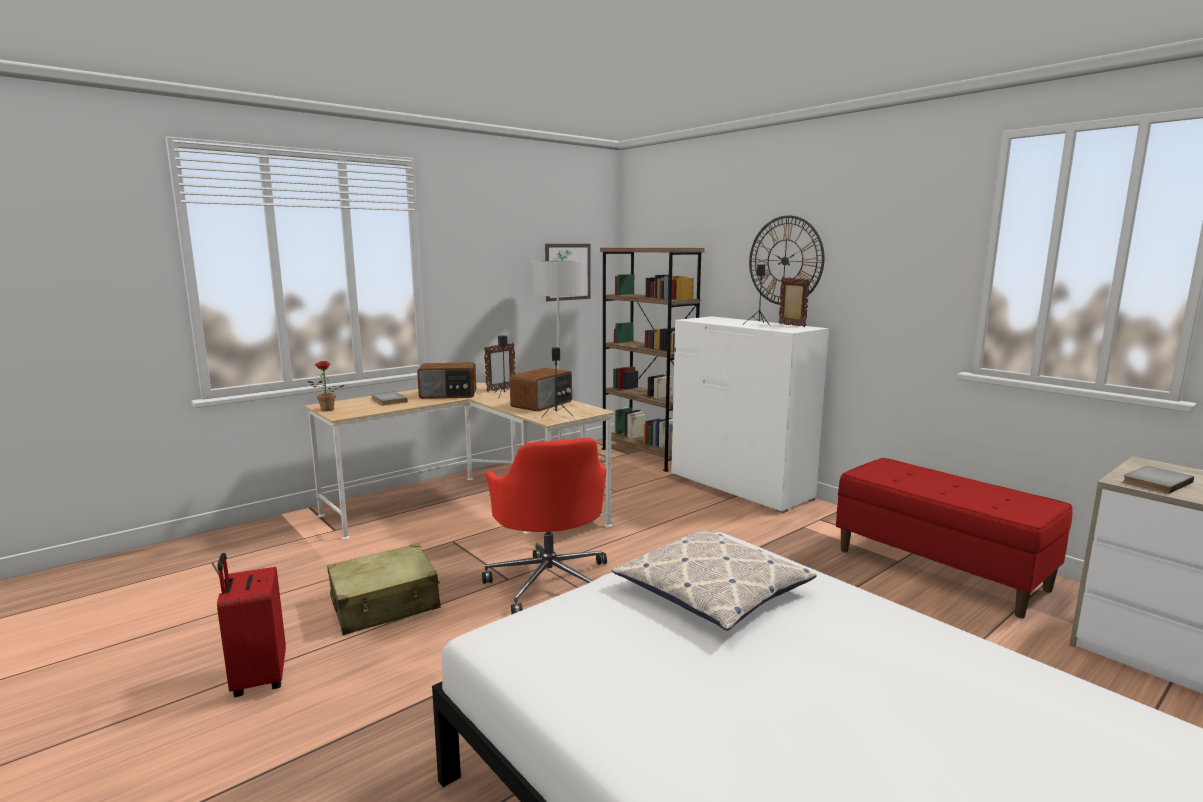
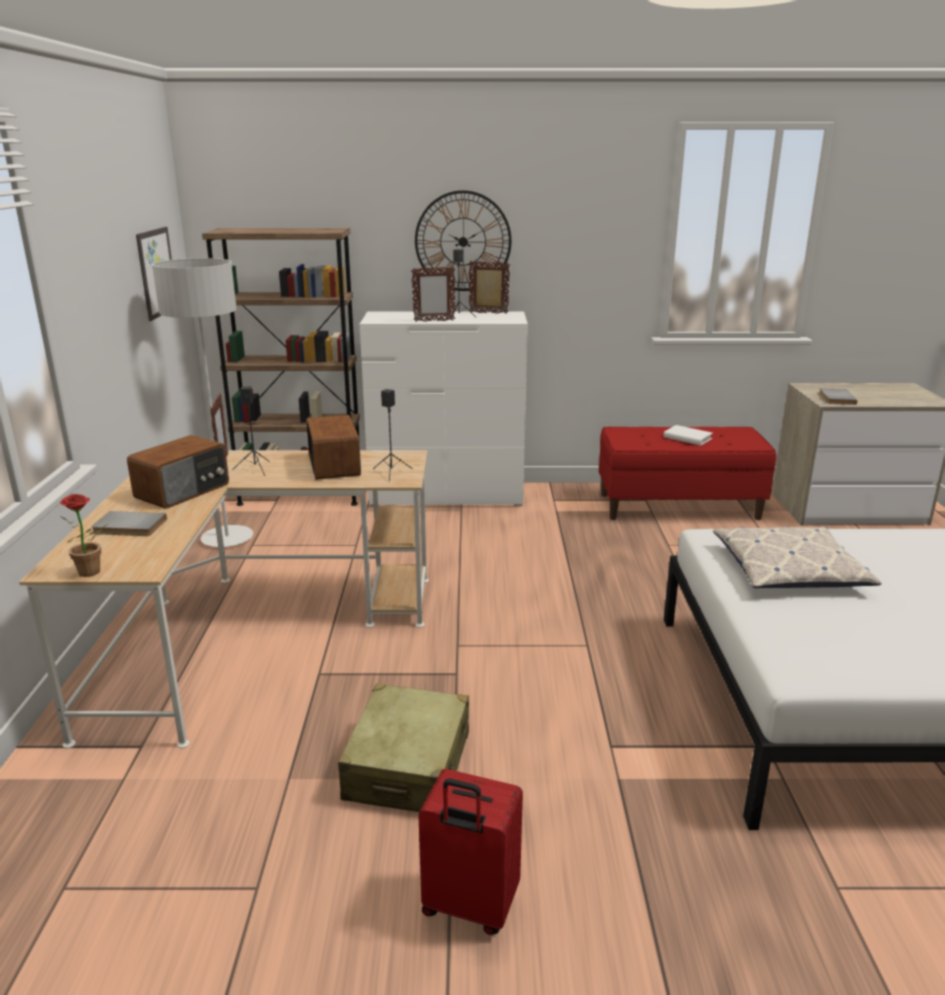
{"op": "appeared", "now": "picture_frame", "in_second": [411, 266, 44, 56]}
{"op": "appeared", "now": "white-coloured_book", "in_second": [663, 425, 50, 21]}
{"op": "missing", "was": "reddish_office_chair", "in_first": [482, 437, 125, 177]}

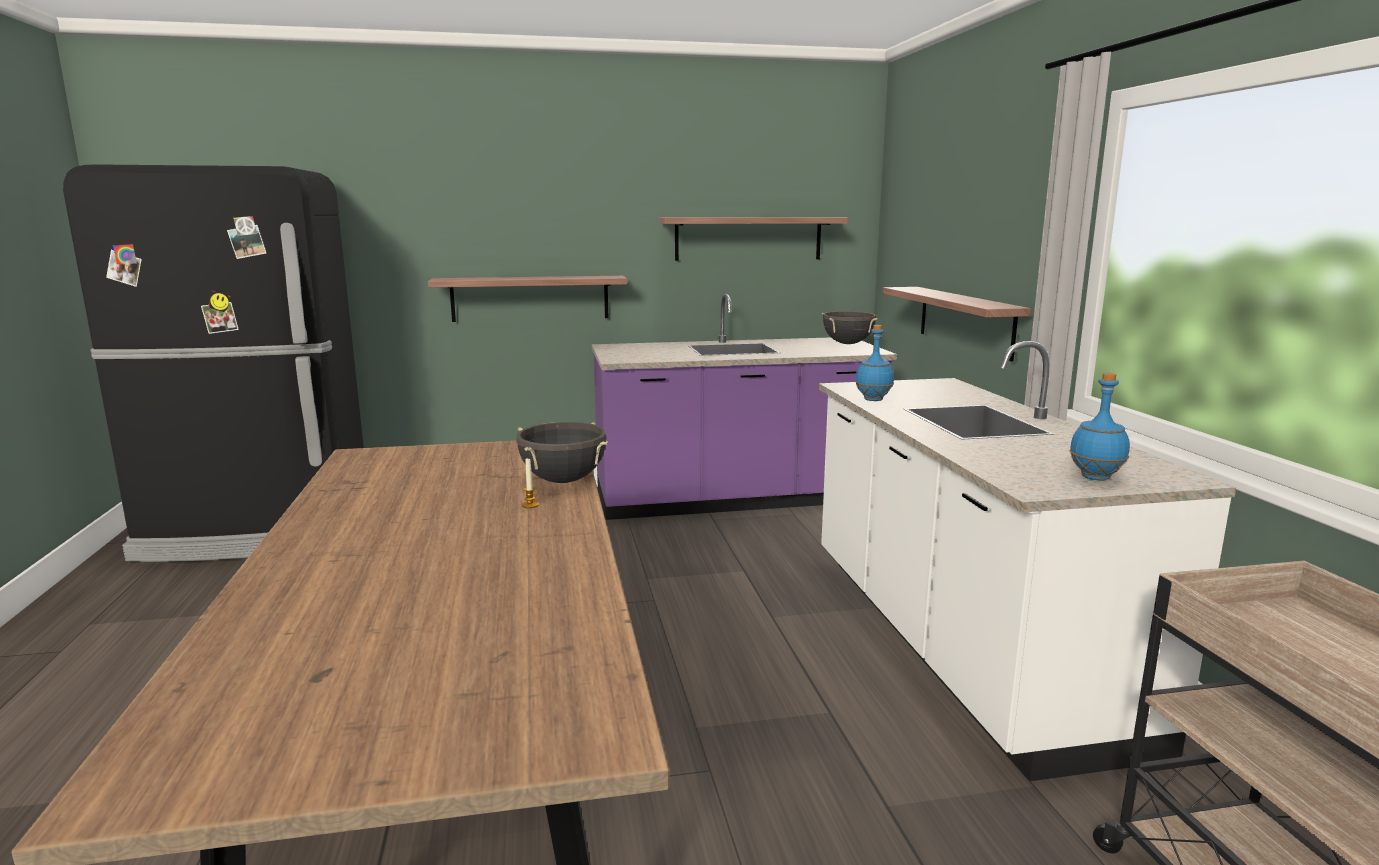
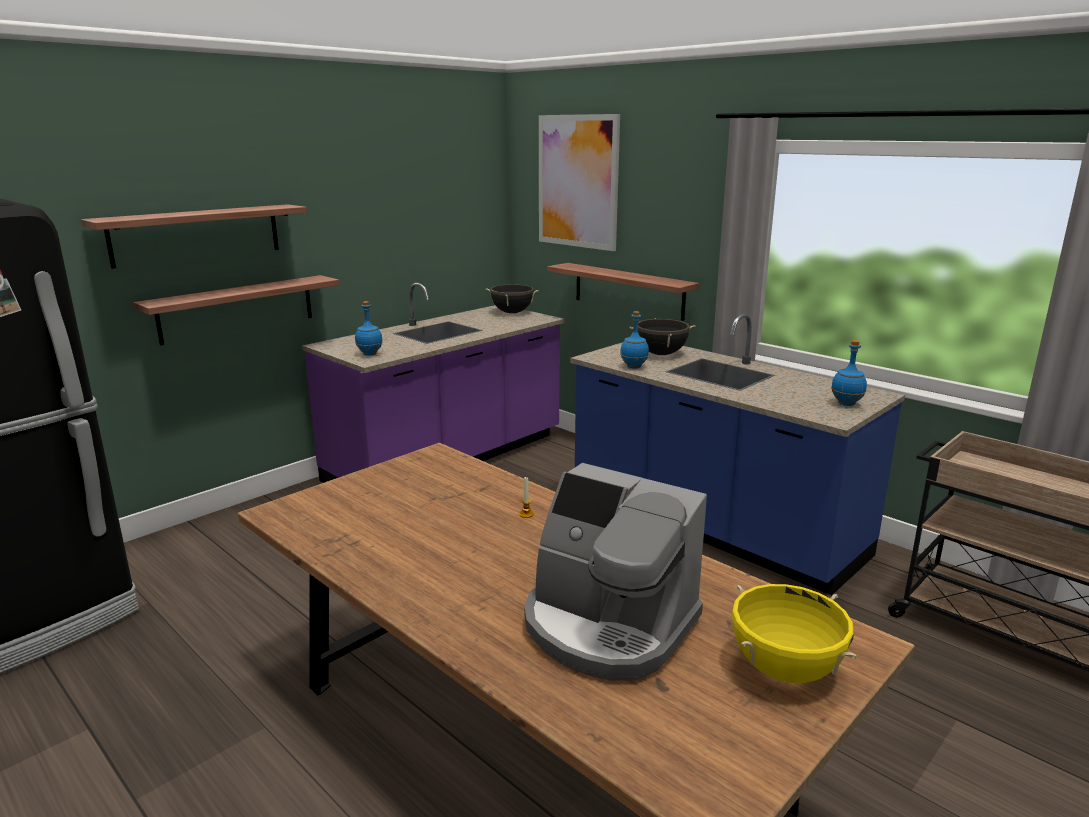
{"op": "relocated", "was": "wall_shelf", "in_first": [659, 217, 189, 44], "in_second": [81, 204, 226, 65]}
{"op": "appeared", "now": "bluish_beverage_bottle", "in_second": [355, 301, 28, 55]}
{"op": "appeared", "now": "coffee_maker", "in_second": [524, 463, 183, 218]}
{"op": "appeared", "now": "wall_art", "in_second": [539, 114, 81, 137]}
{"op": "colour", "was": "white-coloured_kitchen_base_unit", "now": "bluish_kitchen_base_unit", "in_first": [819, 341, 417, 440], "in_second": [570, 314, 335, 281]}
{"op": "relocated", "was": "black-coloured_stockpot", "in_first": [516, 422, 92, 61], "in_second": [630, 318, 65, 37]}
{"op": "appeared", "now": "yellowish_stockpot", "in_second": [732, 584, 125, 99]}

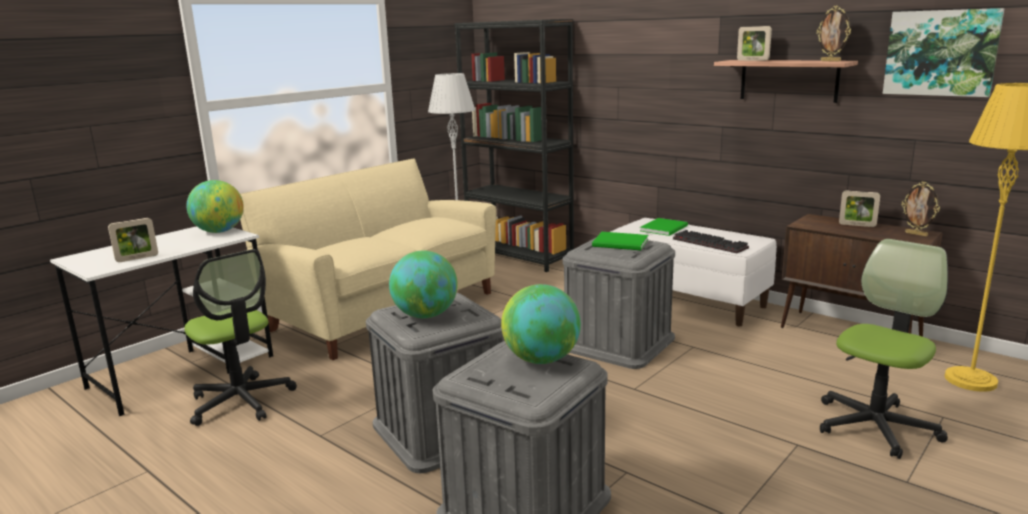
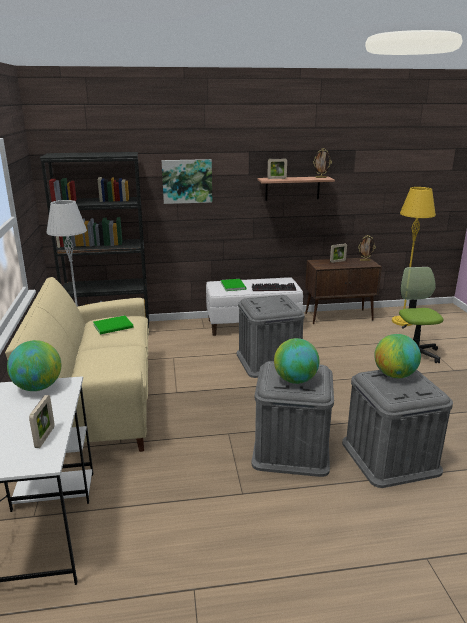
{"op": "relocated", "was": "greenish_book", "in_first": [592, 232, 56, 18], "in_second": [93, 315, 41, 20]}
{"op": "relocated", "was": "wall_art", "in_first": [883, 8, 122, 89], "in_second": [162, 159, 50, 45]}
{"op": "missing", "was": "office_chair", "in_first": [184, 249, 113, 177]}

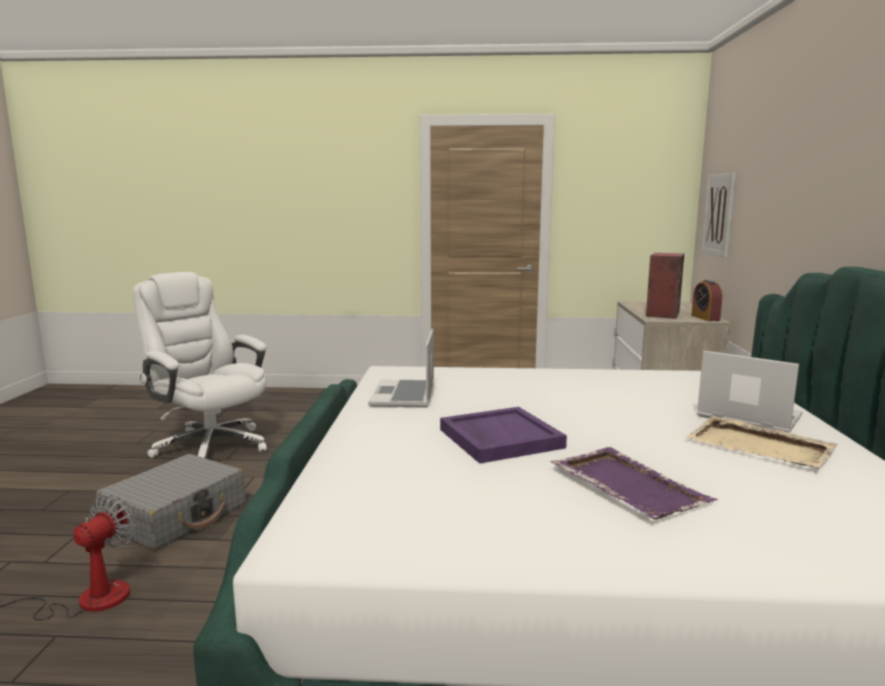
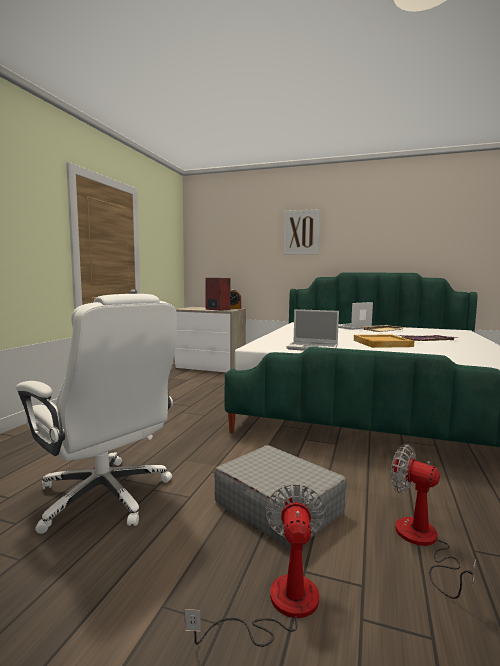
{"op": "spun", "was": "white-coloured_office_chair", "in_first": [133, 272, 134, 186], "in_second": [16, 294, 161, 240], "clockwise": -105}
{"op": "appeared", "now": "cooling_fan", "in_second": [185, 483, 141, 164]}
{"op": "relocated", "was": "wall_art", "in_first": [701, 173, 35, 85], "in_second": [283, 209, 37, 46]}
{"op": "colour", "was": "purple-coloured_carrying_tray", "now": "sand-coloured_carrying_tray", "in_first": [440, 407, 127, 57], "in_second": [354, 334, 60, 14]}

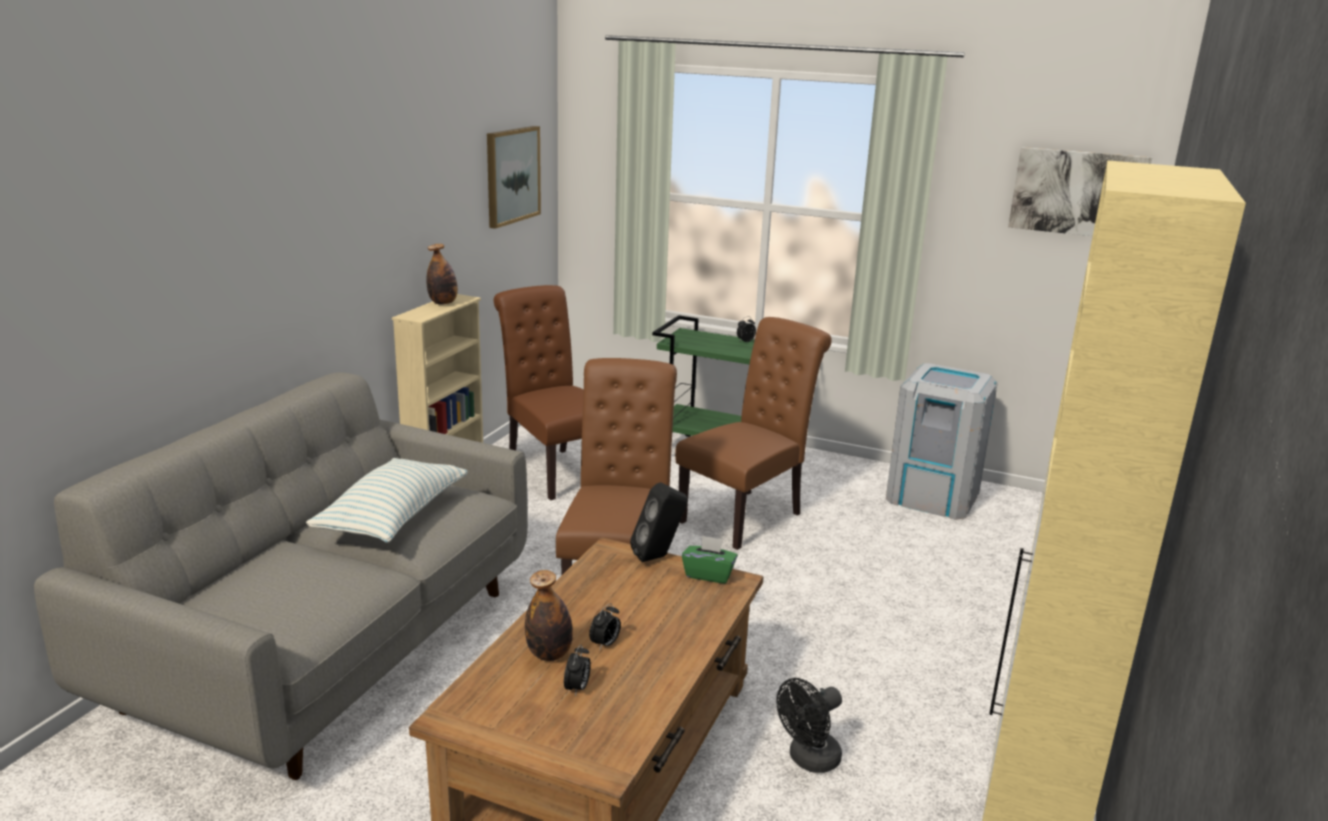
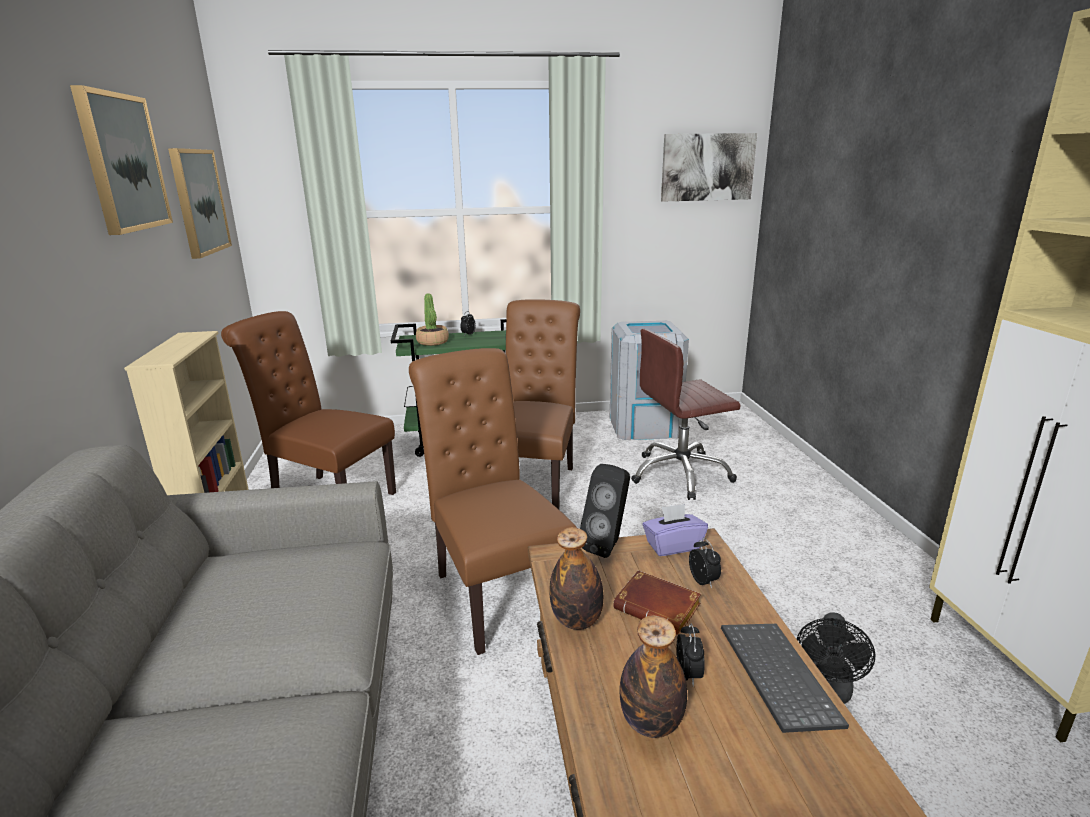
{"op": "appeared", "now": "wall_art", "in_second": [70, 85, 103, 150]}
{"op": "appeared", "now": "plant_in_a_pot", "in_second": [416, 293, 33, 53]}
{"op": "relocated", "was": "beverage_bottle", "in_first": [426, 244, 32, 61], "in_second": [549, 527, 55, 103]}
{"op": "appeared", "now": "brown-coloured_book", "in_second": [613, 571, 88, 64]}
{"op": "appeared", "now": "brown-coloured_office_chair", "in_second": [631, 329, 110, 171]}
{"op": "colour", "was": "greenish_tissue_holder", "now": "purple-coloured_tissue_holder", "in_first": [682, 535, 56, 49], "in_second": [643, 504, 65, 52]}
{"op": "relocated", "was": "table_clock", "in_first": [564, 644, 27, 52], "in_second": [689, 538, 32, 51]}
{"op": "appeared", "now": "keyboard", "in_second": [721, 624, 128, 109]}
{"op": "missing", "was": "throw_pillow", "in_first": [306, 458, 162, 85]}

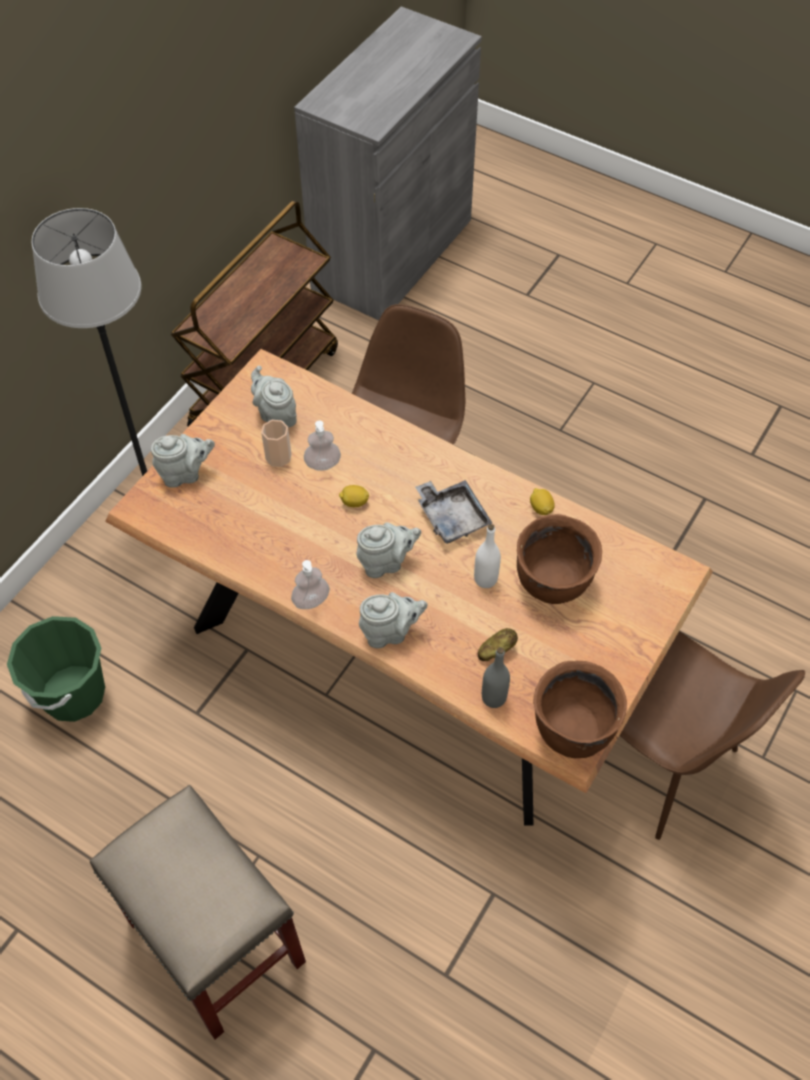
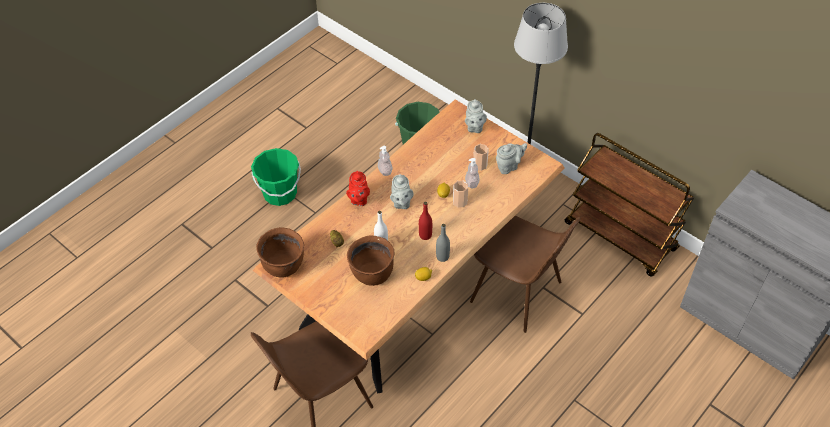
{"op": "exchanged", "was": "sand-coloured_sitting_stool", "now": "greenish_pail", "in_first": [90, 785, 216, 254], "in_second": [251, 148, 50, 58]}
{"op": "colour", "was": "grey_tea_pot", "now": "reddish_tea_pot", "in_first": [359, 592, 68, 56], "in_second": [346, 171, 24, 35]}
{"op": "exchanged", "was": "grey_carrying_tray", "now": "reddish_beverage_bottle", "in_first": [415, 480, 77, 64], "in_second": [419, 202, 13, 38]}
{"op": "relocated", "was": "grey_beverage_bottle", "in_first": [482, 647, 28, 61], "in_second": [436, 224, 14, 38]}
{"op": "appeared", "now": "drinking_cup", "in_second": [453, 181, 15, 27]}

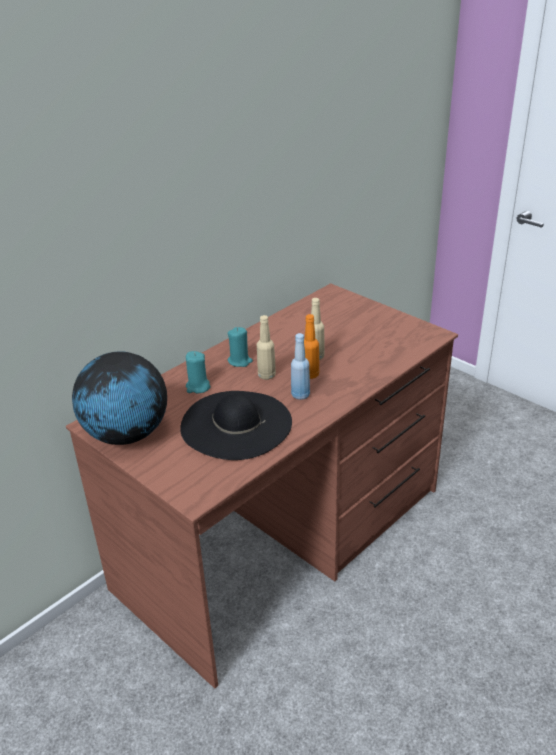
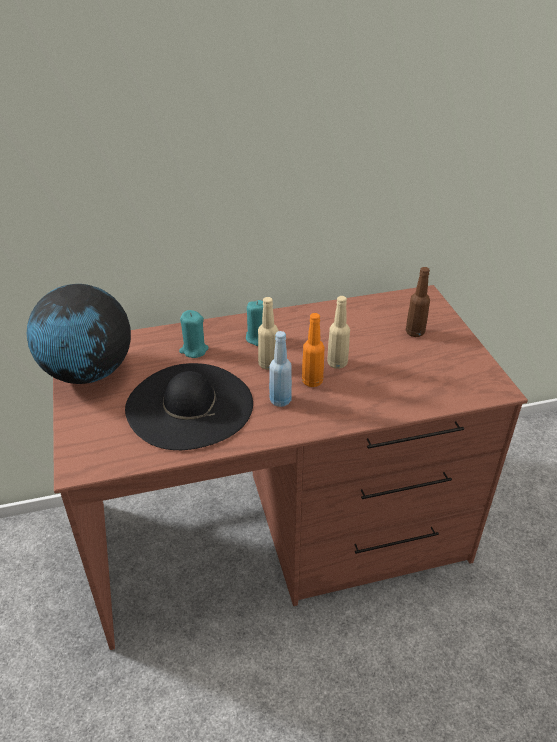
{"op": "appeared", "now": "brown-coloured_beverage_bottle", "in_second": [406, 267, 24, 70]}

